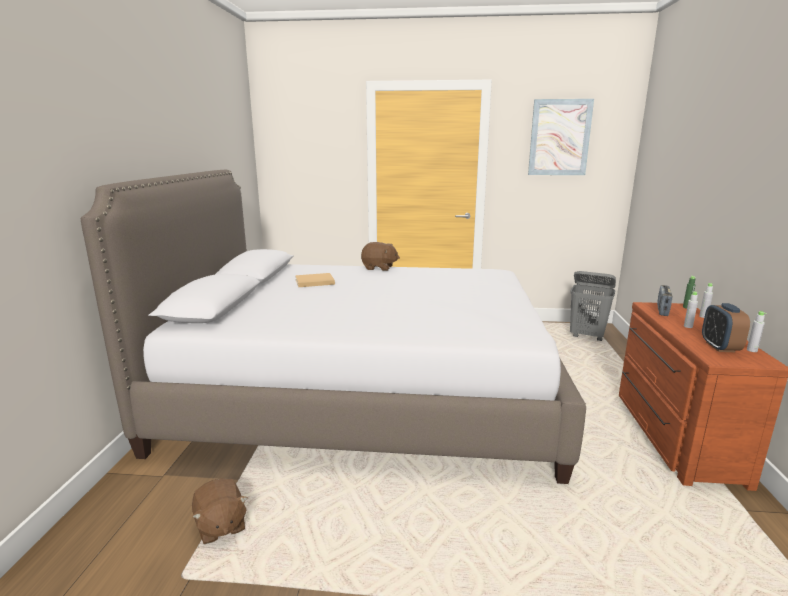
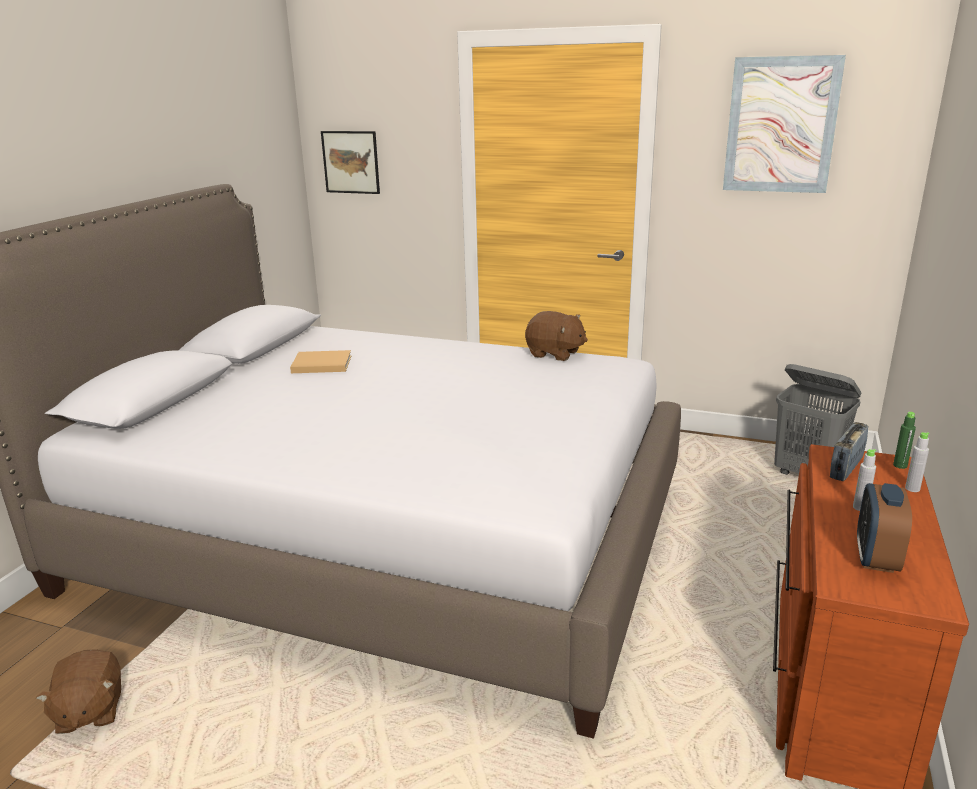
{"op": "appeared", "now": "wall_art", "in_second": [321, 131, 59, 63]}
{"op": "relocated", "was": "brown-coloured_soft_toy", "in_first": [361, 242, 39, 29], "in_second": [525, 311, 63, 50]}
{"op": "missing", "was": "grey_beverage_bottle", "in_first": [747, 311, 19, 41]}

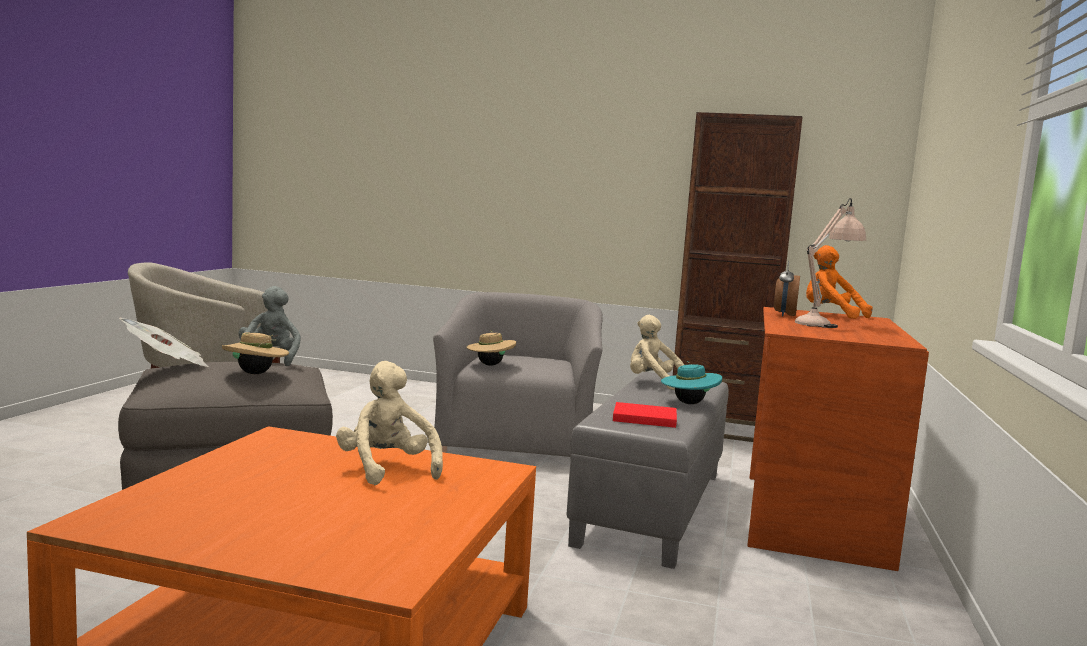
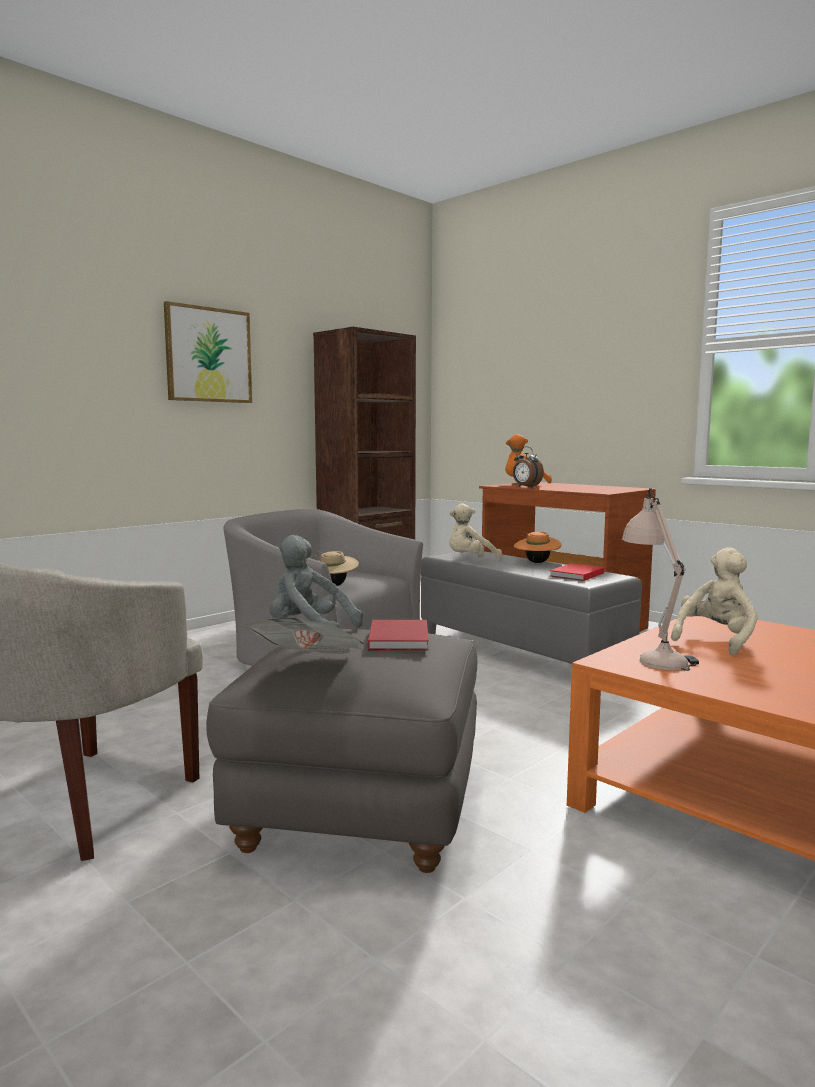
{"op": "appeared", "now": "wall_art", "in_second": [164, 301, 88, 102]}
{"op": "exchanged", "was": "sand-coloured_hat", "now": "reddish_book", "in_first": [222, 333, 67, 41], "in_second": [368, 620, 61, 31]}
{"op": "colour", "was": "turquoise_hat", "now": "orangey_hat", "in_first": [661, 361, 61, 43], "in_second": [514, 531, 47, 32]}
{"op": "relocated", "was": "sand-coloured_table_lamp", "in_first": [795, 198, 71, 130], "in_second": [622, 488, 77, 183]}
{"op": "spun", "was": "sand-coloured_soft_toy", "in_first": [336, 361, 107, 124], "in_second": [671, 547, 87, 108], "clockwise": 135}

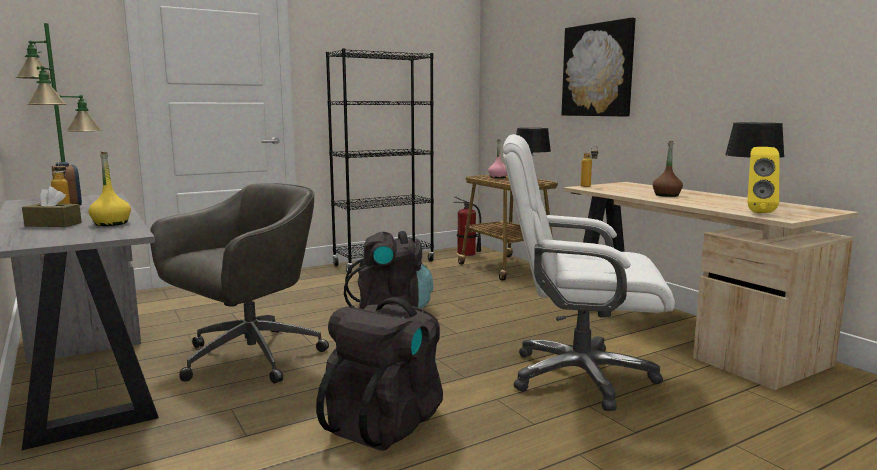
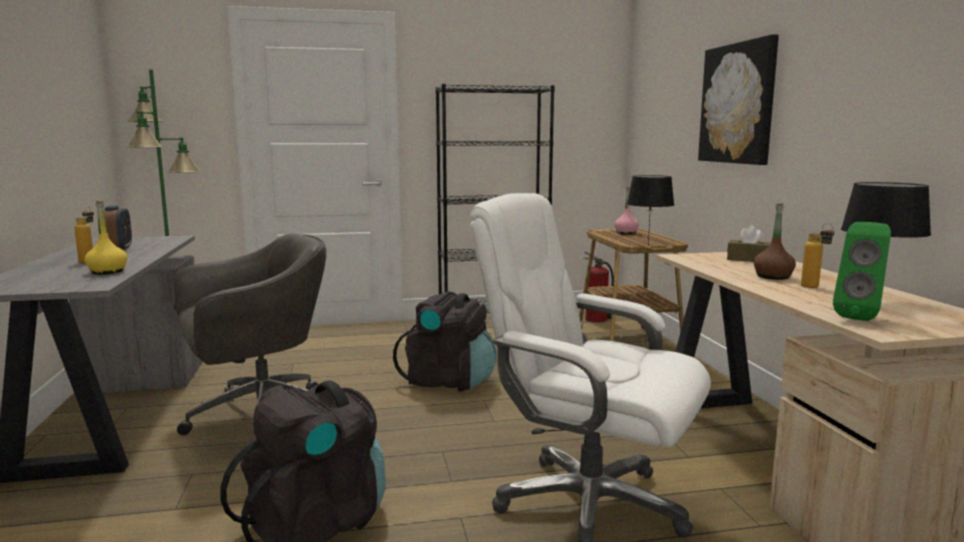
{"op": "relocated", "was": "brown-coloured_tissue_holder", "in_first": [22, 186, 60, 41], "in_second": [727, 226, 44, 36]}
{"op": "relocated", "was": "beverage_bottle", "in_first": [581, 146, 18, 41], "in_second": [801, 223, 33, 65]}
{"op": "colour", "was": "yellowish_audio_speaker", "now": "greenish_audio_speaker", "in_first": [747, 147, 32, 66], "in_second": [833, 222, 58, 99]}

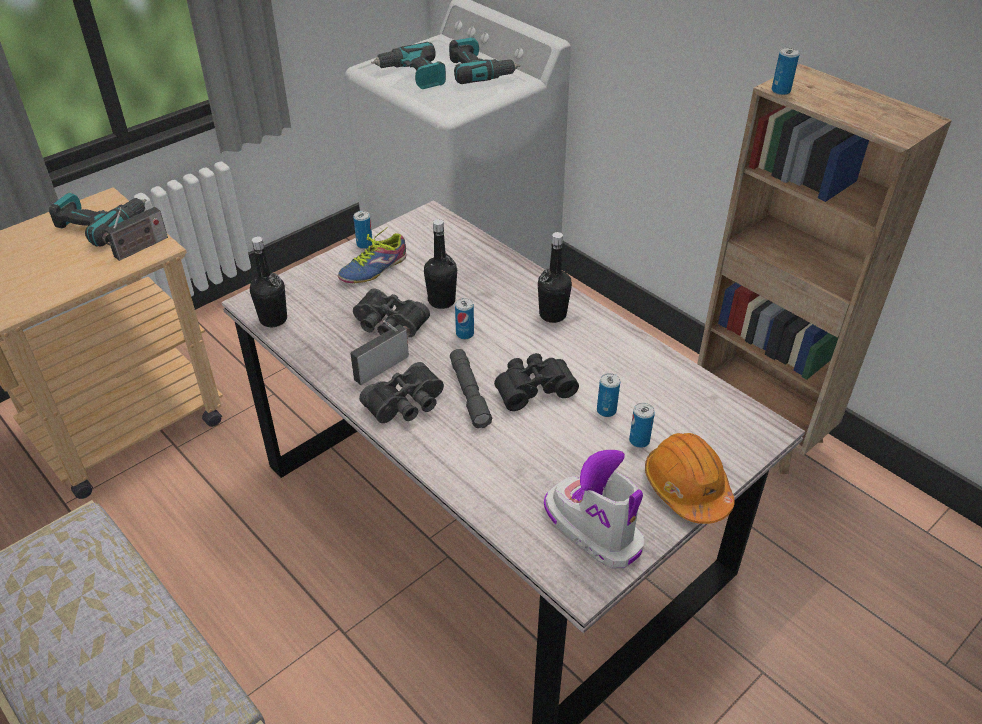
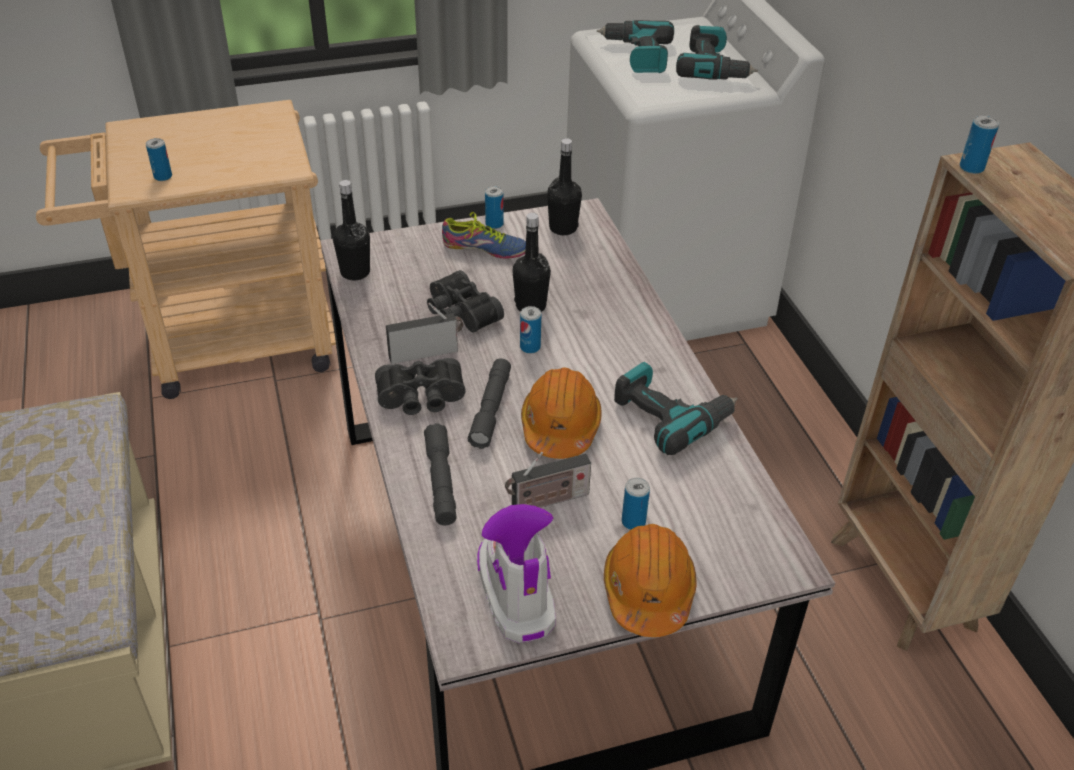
{"op": "relocated", "was": "can", "in_first": [597, 373, 23, 44], "in_second": [146, 138, 26, 43]}
{"op": "appeared", "now": "grey_hand_torch", "in_second": [424, 423, 33, 102]}
{"op": "spun", "was": "low_shoe", "in_first": [338, 228, 69, 55], "in_second": [442, 212, 84, 47], "clockwise": -150}
{"op": "relocated", "was": "radio", "in_first": [102, 207, 66, 54], "in_second": [505, 452, 86, 56]}
{"op": "exchanged", "was": "black-coloured_binoculars", "now": "orangey_hard_hat", "in_first": [494, 353, 85, 58], "in_second": [521, 367, 81, 92]}
{"op": "relocated", "was": "black-coloured_beverage_bottle", "in_first": [538, 232, 34, 91], "in_second": [547, 138, 35, 97]}
{"op": "relocated", "was": "power_drill", "in_first": [49, 193, 97, 54], "in_second": [614, 362, 124, 93]}

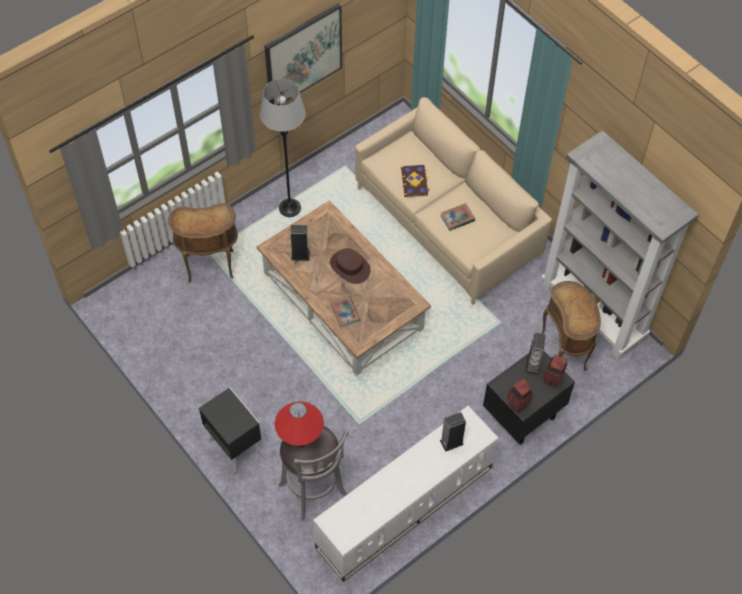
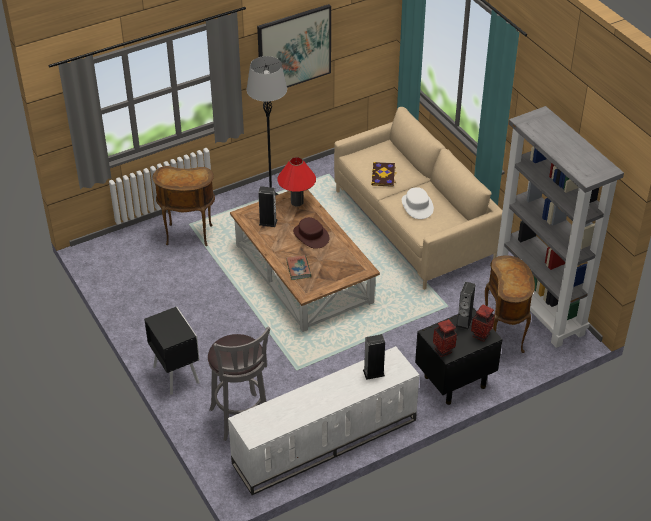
{"op": "relocated", "was": "reddish_table_lamp", "in_first": [275, 401, 49, 46], "in_second": [277, 157, 39, 49]}
{"op": "exchanged", "was": "book", "now": "white-coloured_hat", "in_first": [441, 203, 34, 28], "in_second": [402, 187, 32, 32]}

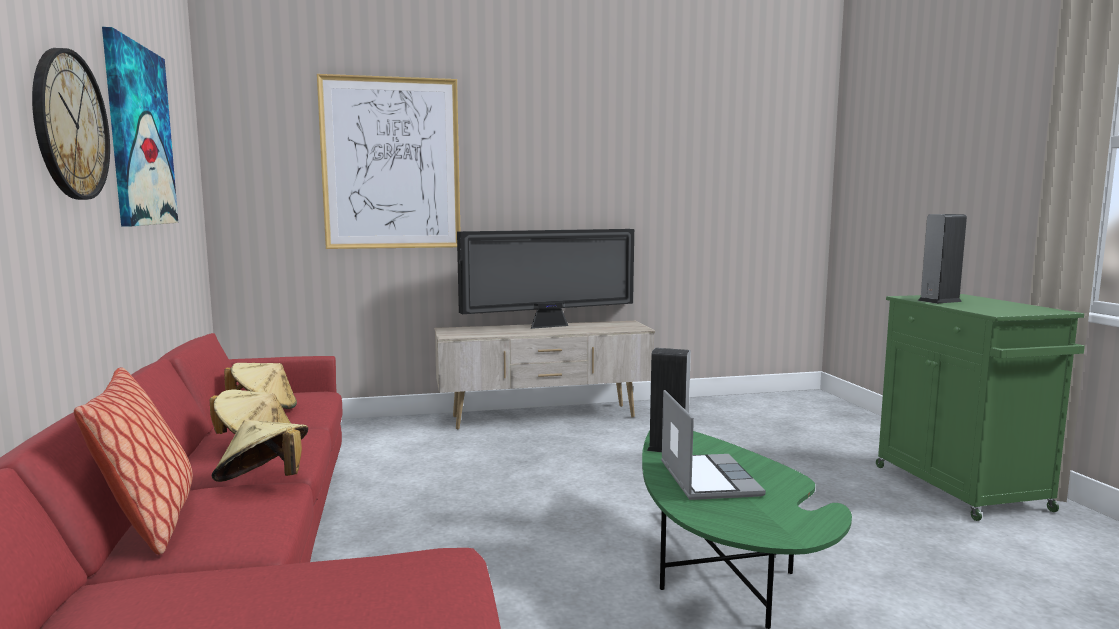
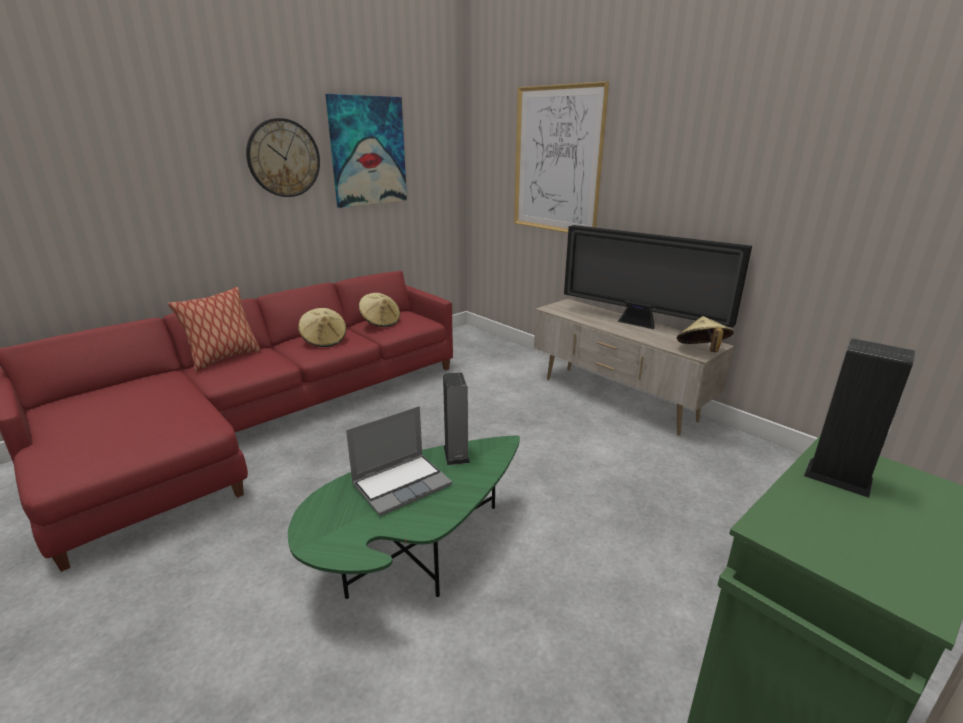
{"op": "relocated", "was": "sand-coloured_hat", "in_first": [212, 420, 96, 62], "in_second": [677, 316, 57, 37]}

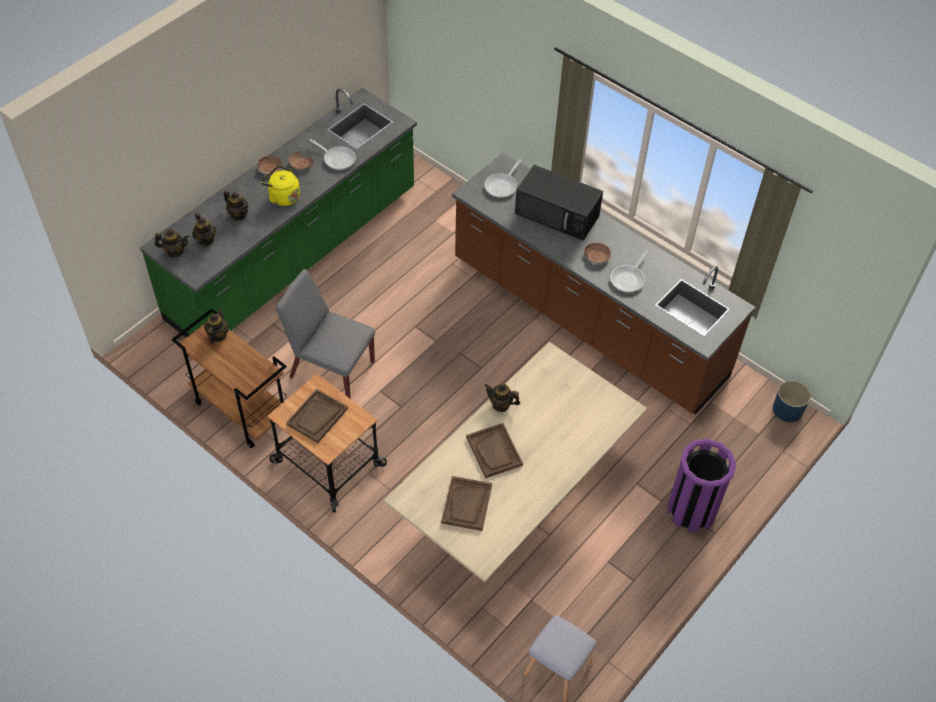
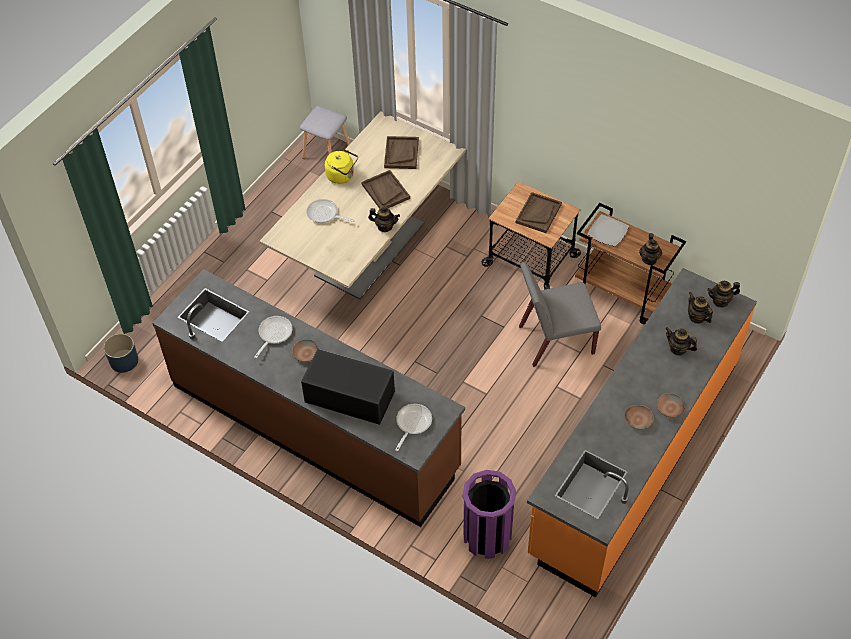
{"op": "relocated", "was": "frying_pan", "in_first": [309, 139, 47, 31], "in_second": [306, 199, 49, 24]}
{"op": "relocated", "was": "yellowish_kettle", "in_first": [261, 165, 39, 41], "in_second": [325, 149, 33, 35]}
{"op": "relocated", "was": "purple-coloured_rubbish_bin", "in_first": [668, 439, 68, 93], "in_second": [462, 470, 54, 89]}
{"op": "spun", "was": "grey_upright_chair", "in_first": [276, 269, 99, 130], "in_second": [519, 262, 82, 105], "clockwise": 150}
{"op": "colour", "was": "greenish_kitchen_base_unit", "now": "orangey_kitchen_base_unit", "in_first": [140, 88, 277, 250], "in_second": [527, 268, 230, 330]}
{"op": "appeared", "now": "plate", "in_second": [588, 214, 41, 33]}

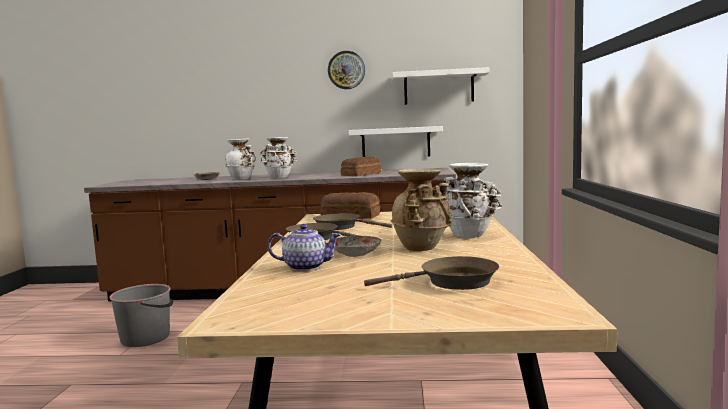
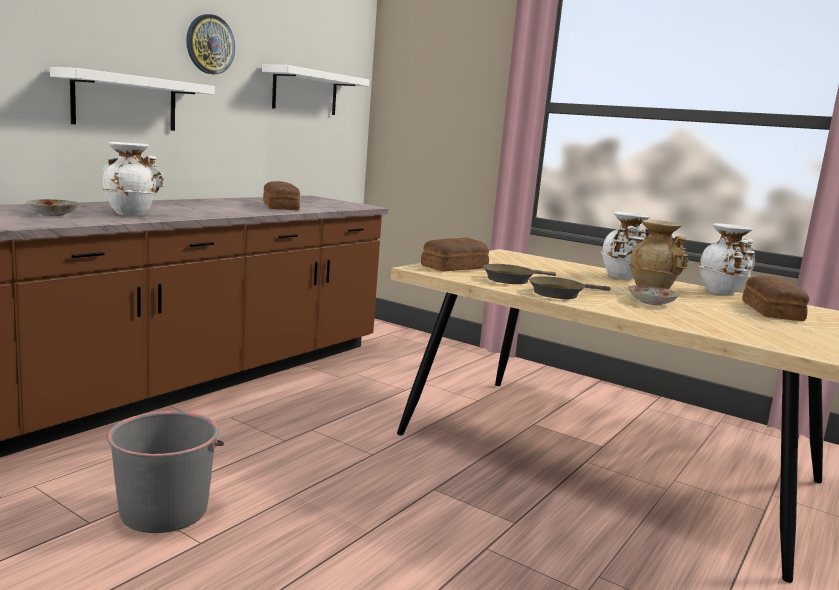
{"op": "relocated", "was": "white-coloured_wall_shelf", "in_first": [348, 126, 95, 31], "in_second": [50, 67, 165, 64]}
{"op": "relocated", "was": "white-coloured_flower_vase", "in_first": [260, 137, 38, 42], "in_second": [698, 223, 57, 72]}
{"op": "exchanged", "was": "brown-coloured_frying_pan", "now": "baked_bread", "in_first": [364, 256, 135, 34], "in_second": [742, 276, 67, 45]}
{"op": "missing", "was": "tea_pot", "in_first": [268, 224, 73, 47]}

